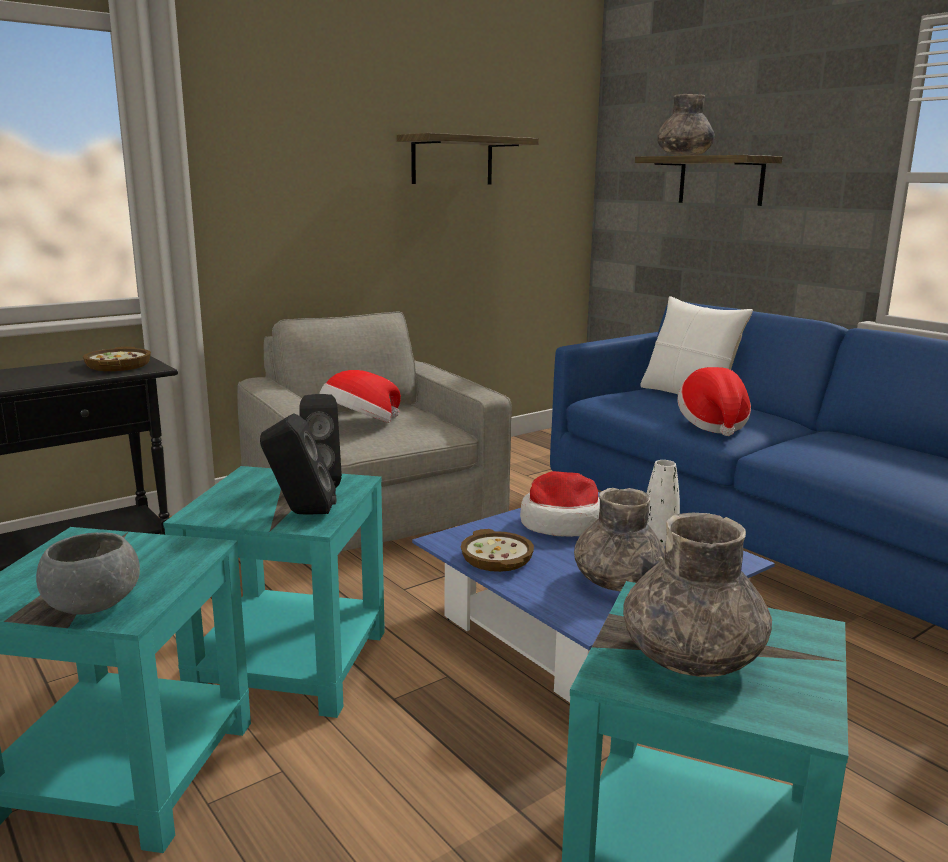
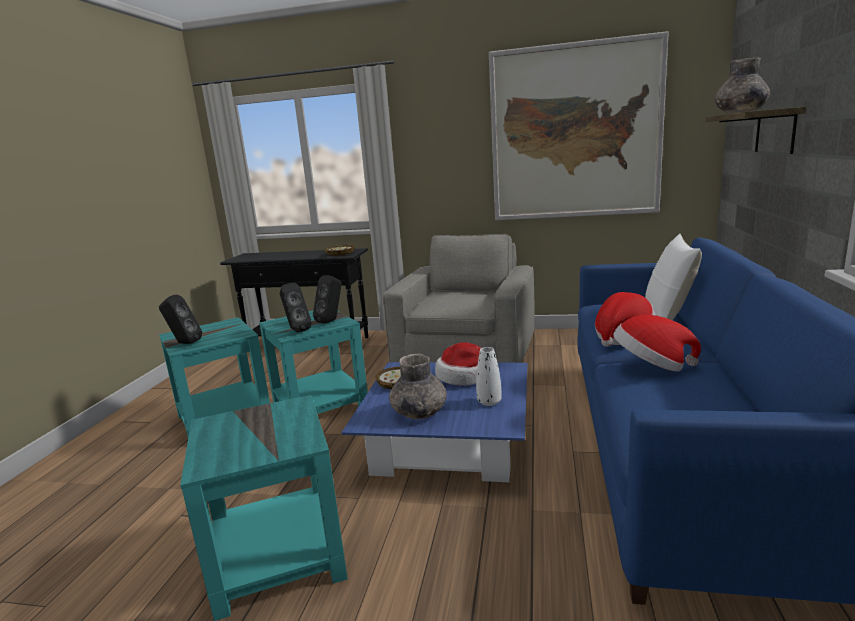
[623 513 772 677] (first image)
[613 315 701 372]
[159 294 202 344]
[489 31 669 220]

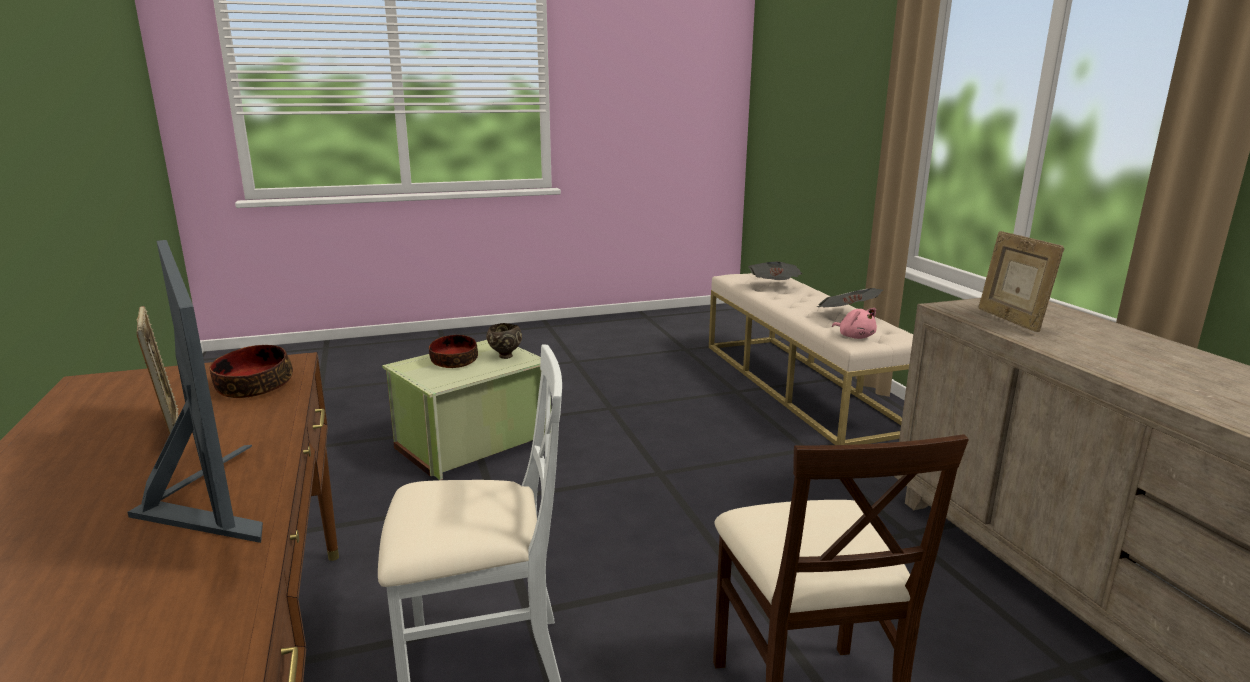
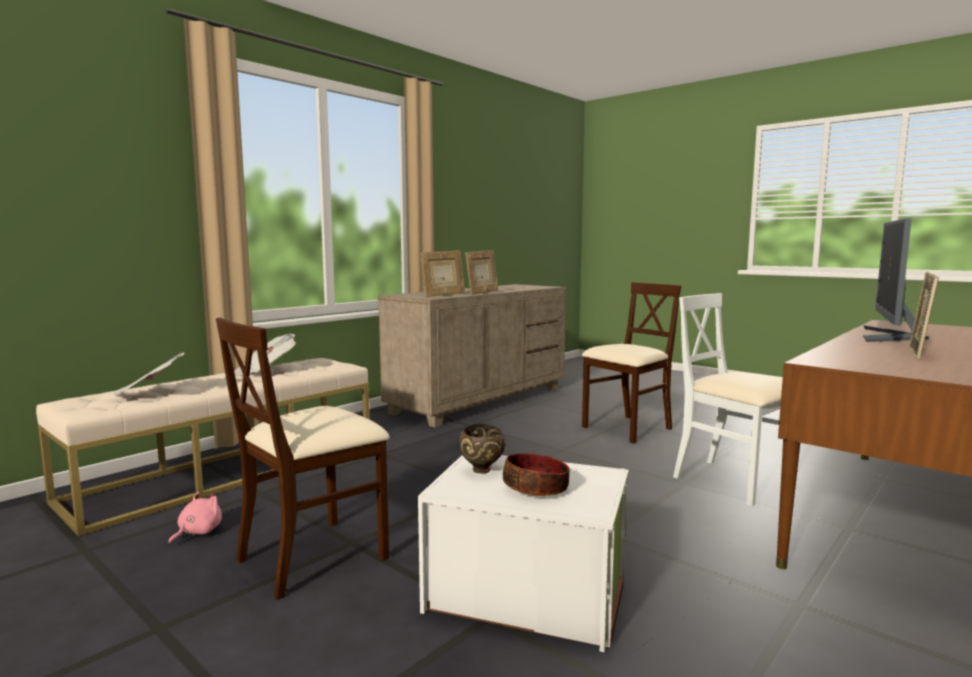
[209 345 293 398] (first image)
[216 318 390 600]
[465 250 498 295]
[168 492 222 545]
[418 455 629 652]

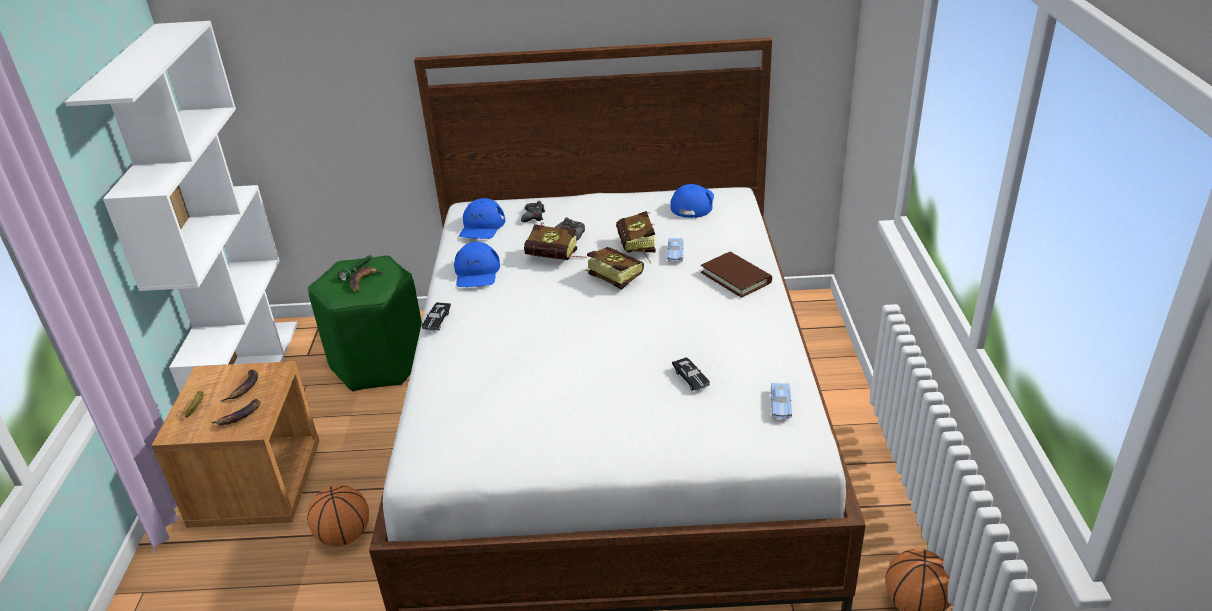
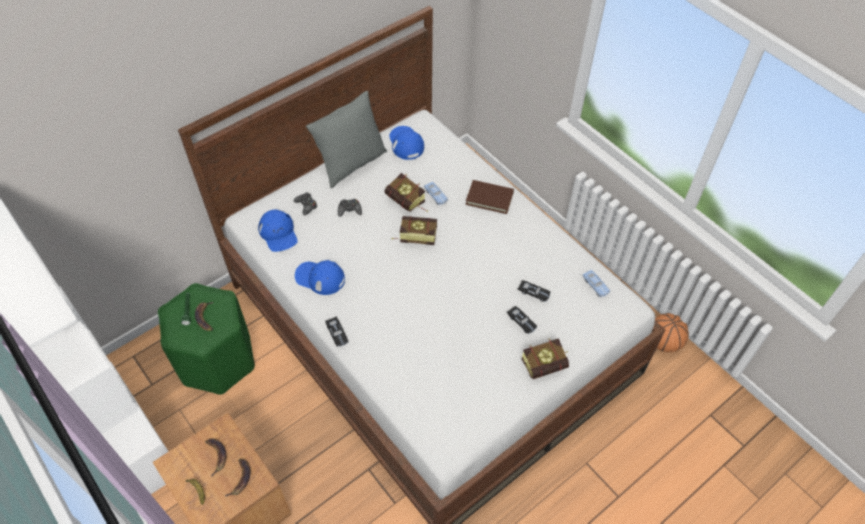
[307 485 369 546] (first image)
[306 91 387 189]
[507 306 537 334]
[521 338 569 379]
[295 260 345 295]

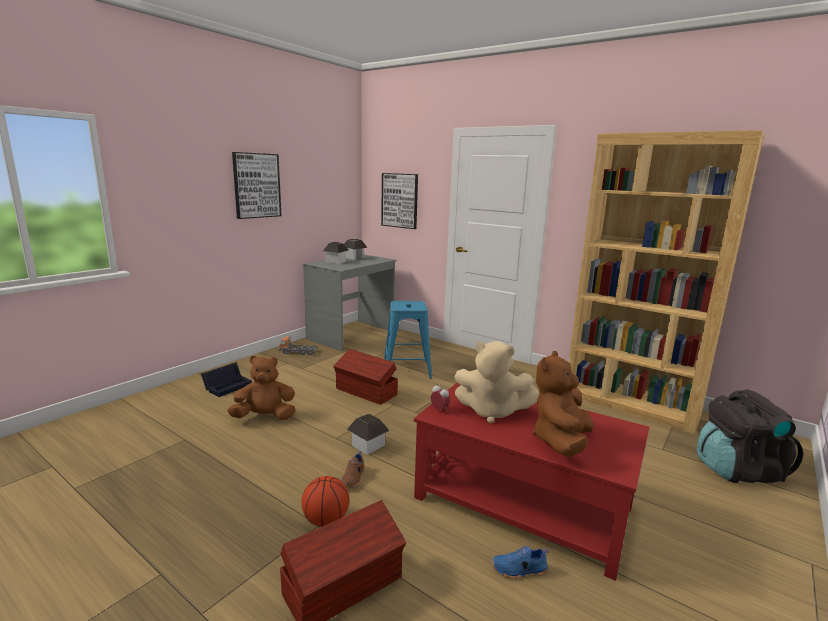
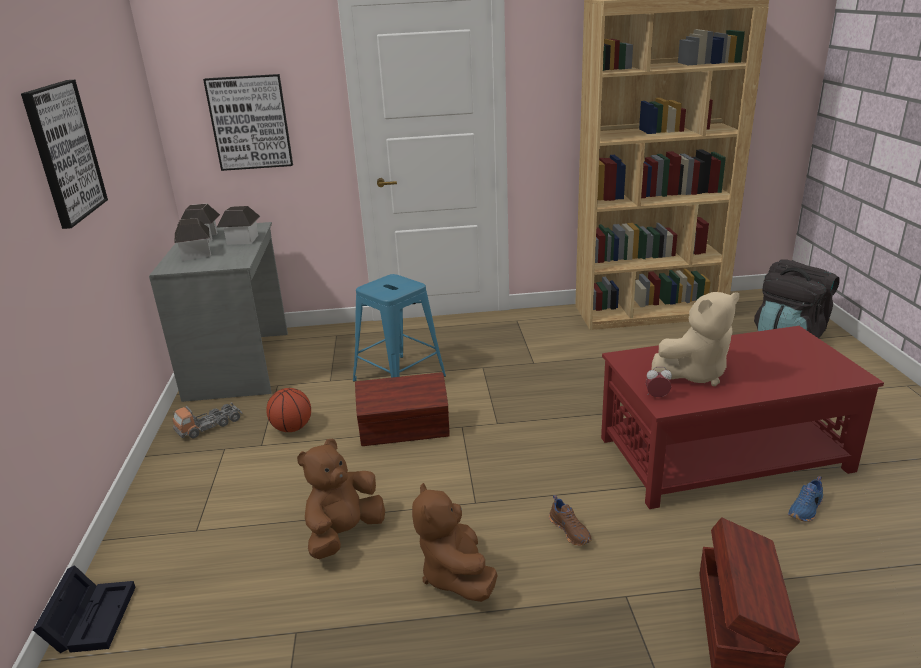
[33 565 136 653]
[266 388 311 432]
[217 206 261 245]
[412 483 498 602]

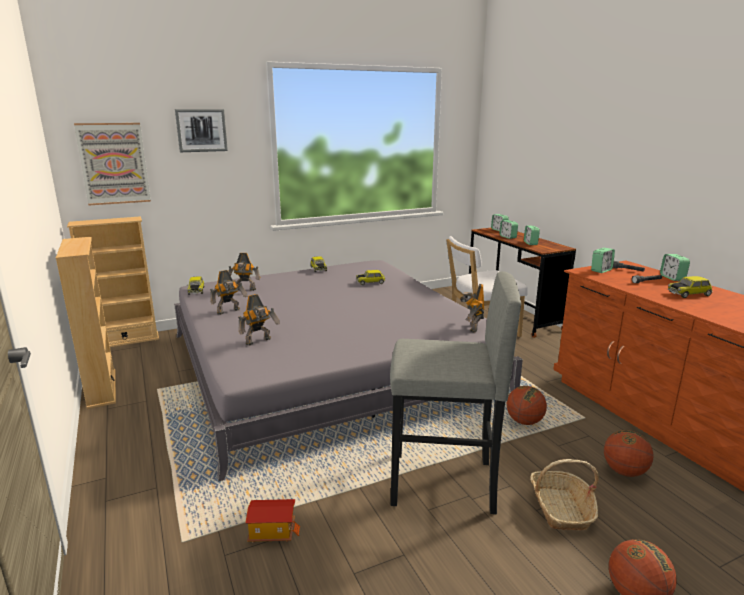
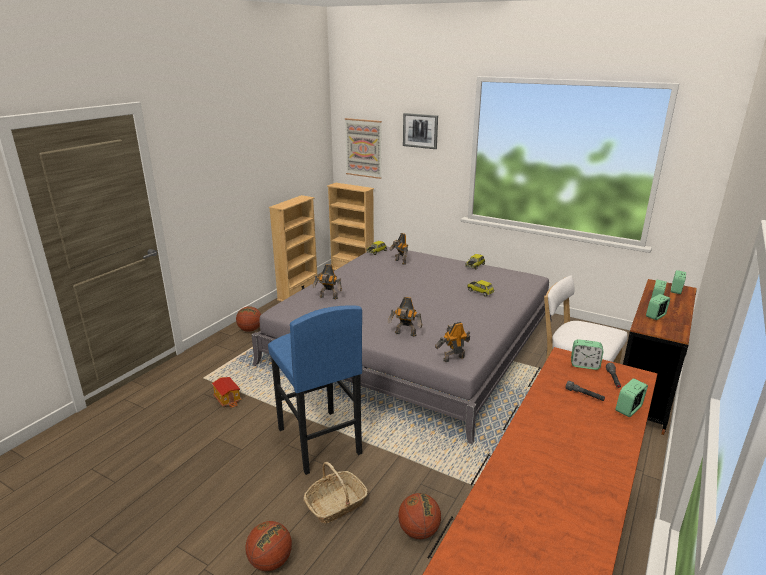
[668 276 713 298] (first image)
[388 297 422 337]
[236 306 261 332]
[268 305 362 475]

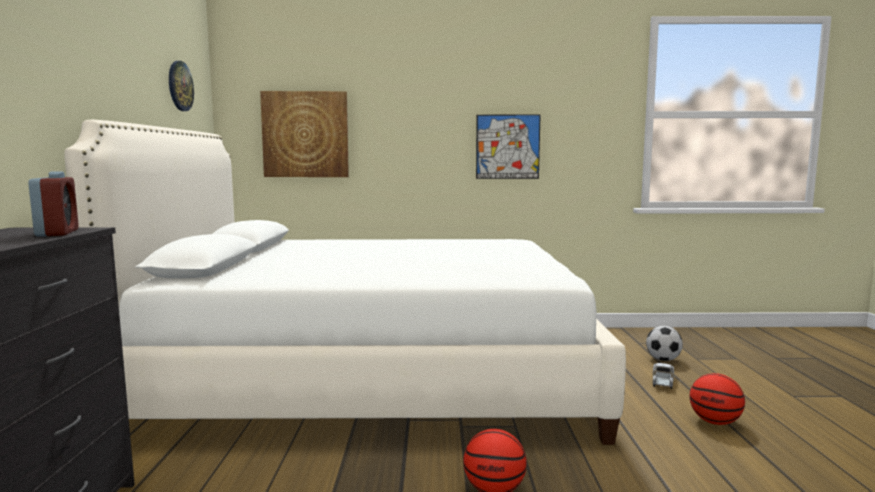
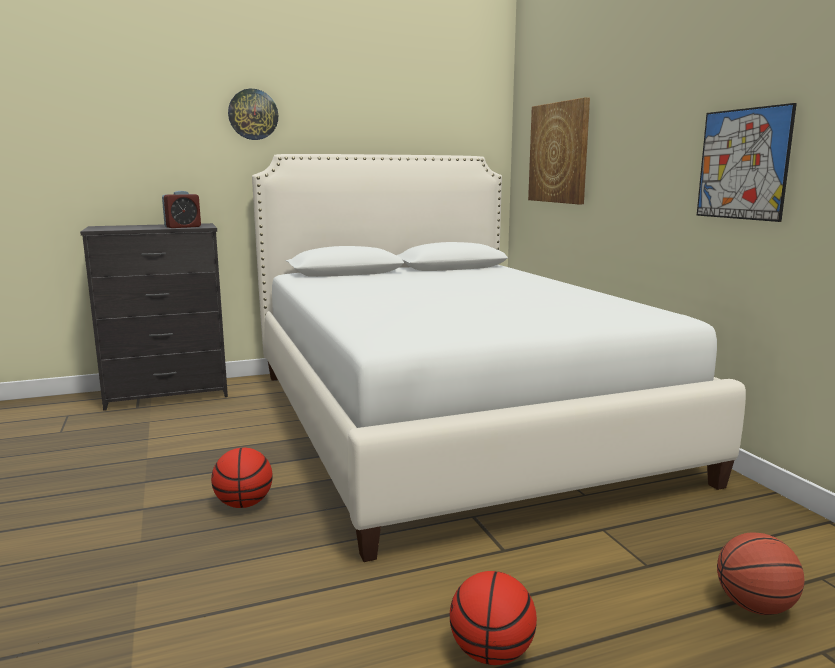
[653 363 674 389] (first image)
[228 89 278 140]
[717 532 804 615]

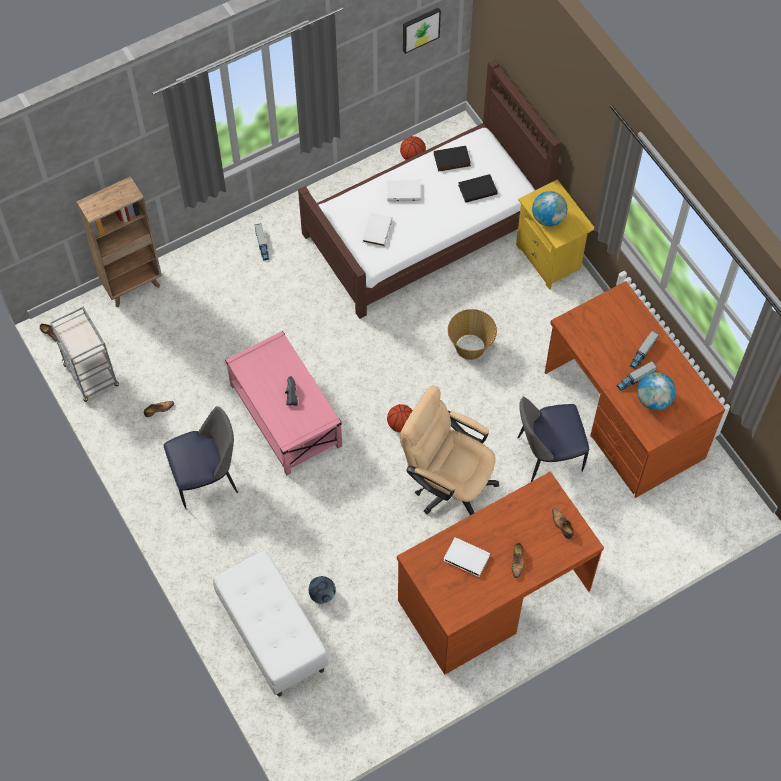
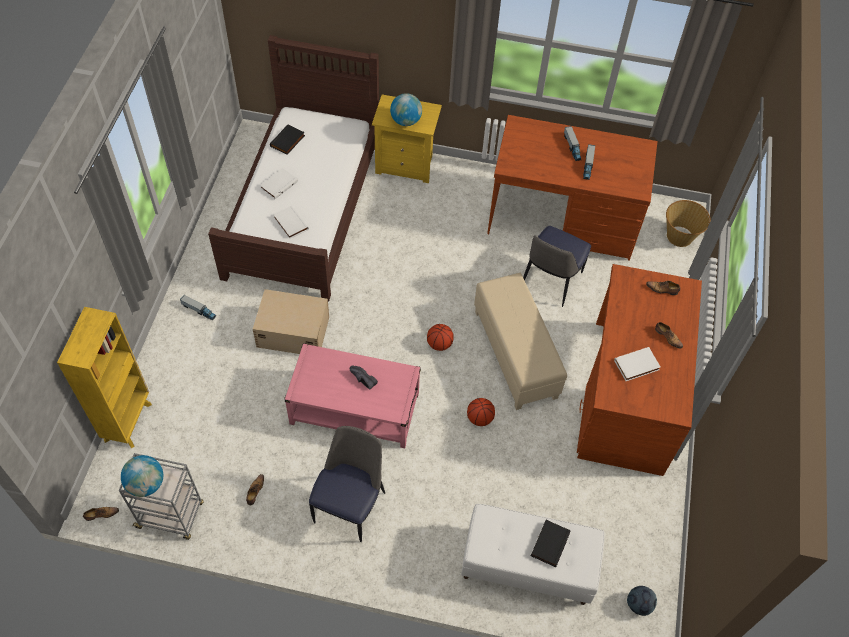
[403 7 441 54] (first image)
[253 289 329 354]
[627 586 657 616]
[467 398 495 426]
[666 200 711 247]
[531 520 571 567]
[121 455 163 497]
[474 273 567 410]
[57 307 152 448]

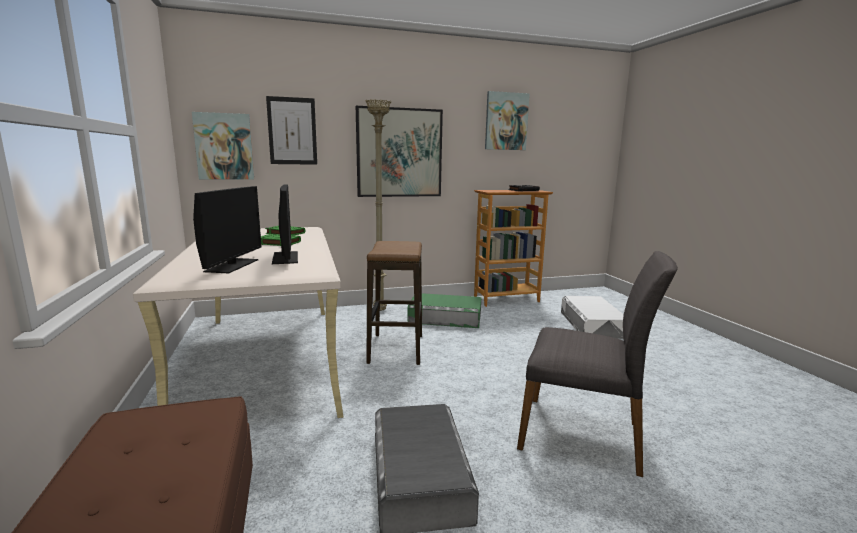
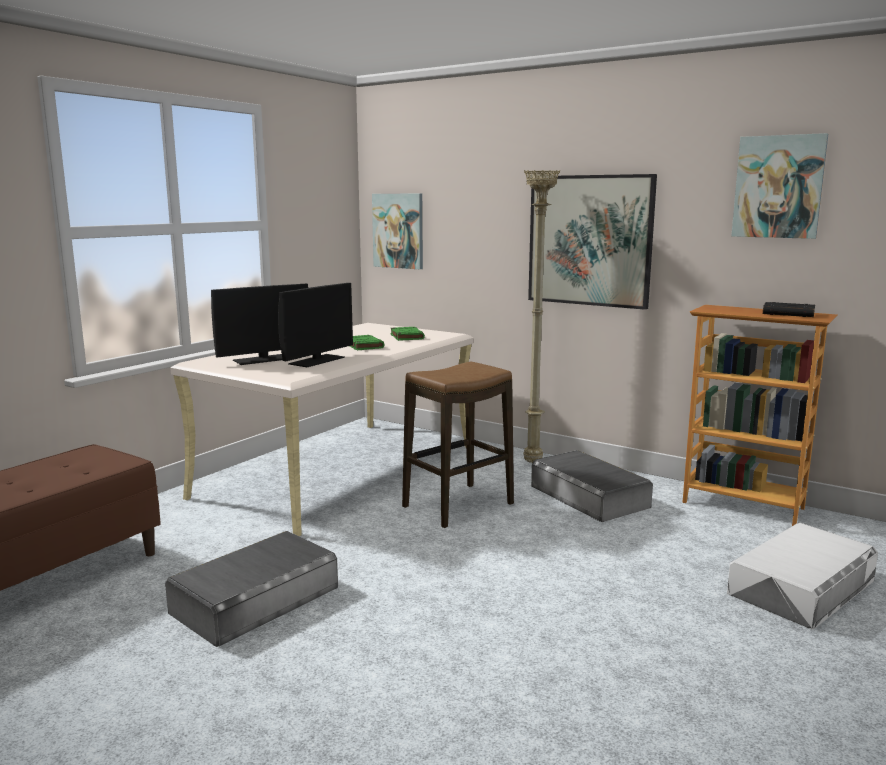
[266 96 317 165] (first image)
[517 251 678 477] (first image)
[531 450 653 522]

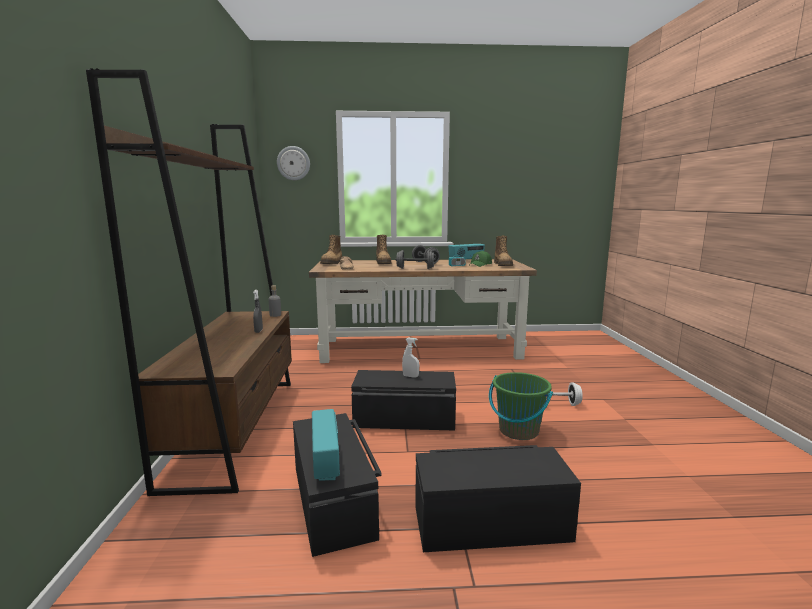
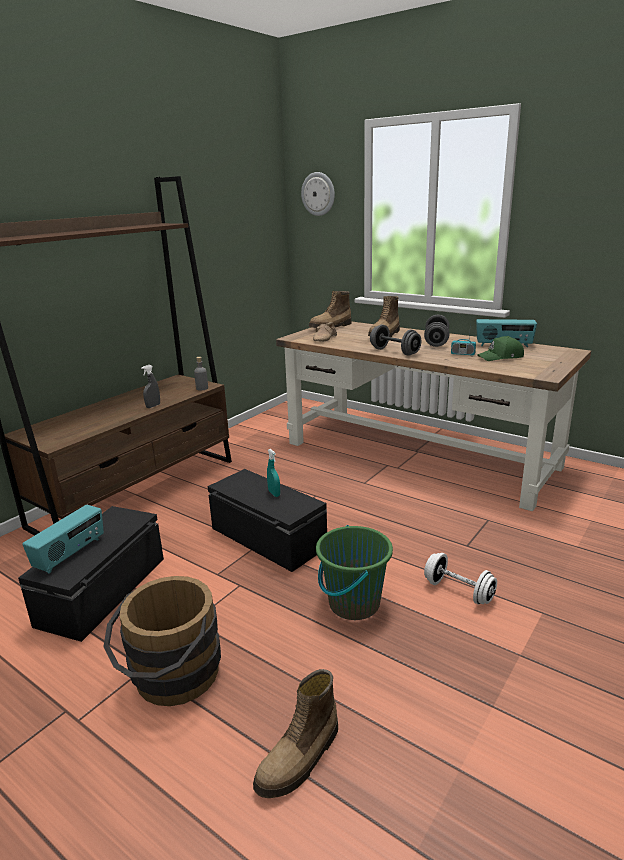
[253 669 338 798]
[103 576 221 706]
[267 449 280 497]

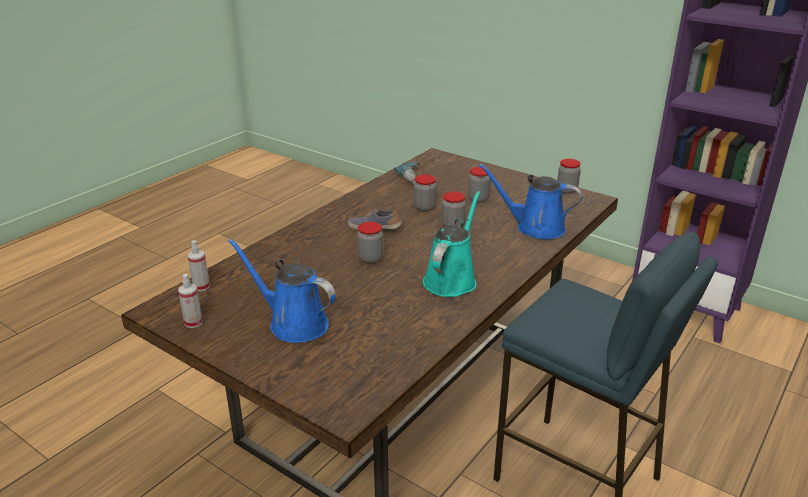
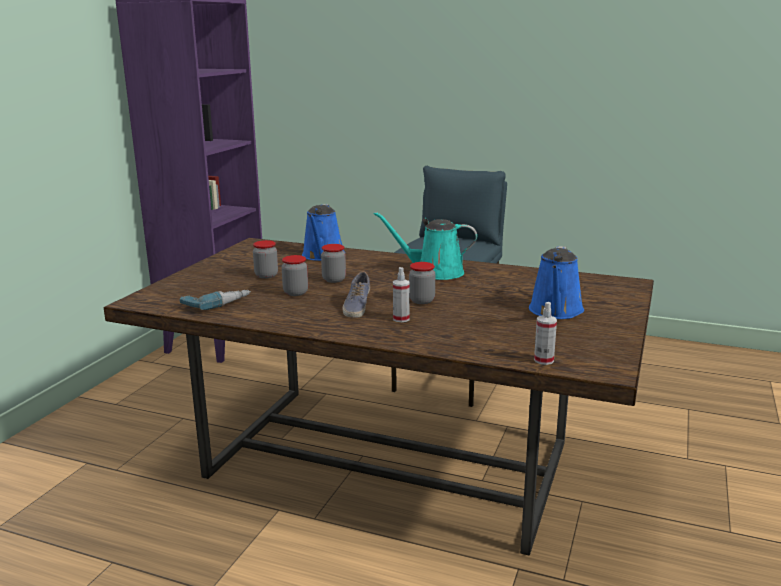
[557 159 581 194] (first image)
[393 267 410 322]

